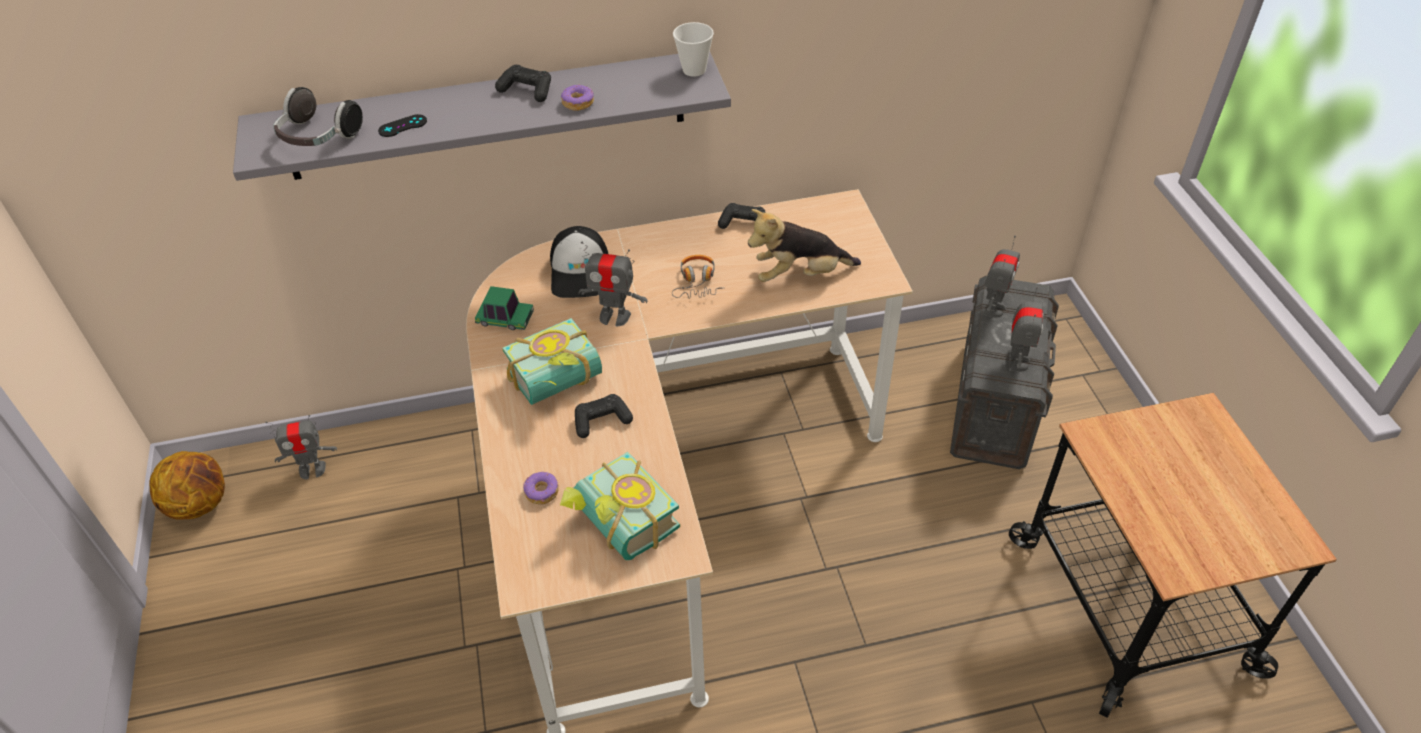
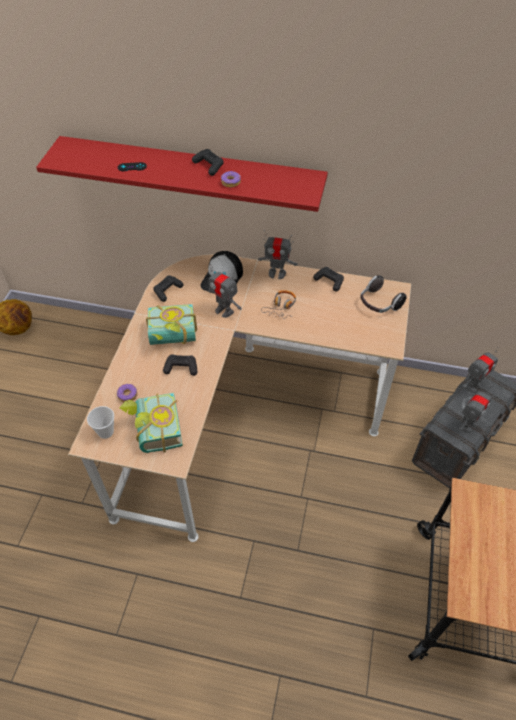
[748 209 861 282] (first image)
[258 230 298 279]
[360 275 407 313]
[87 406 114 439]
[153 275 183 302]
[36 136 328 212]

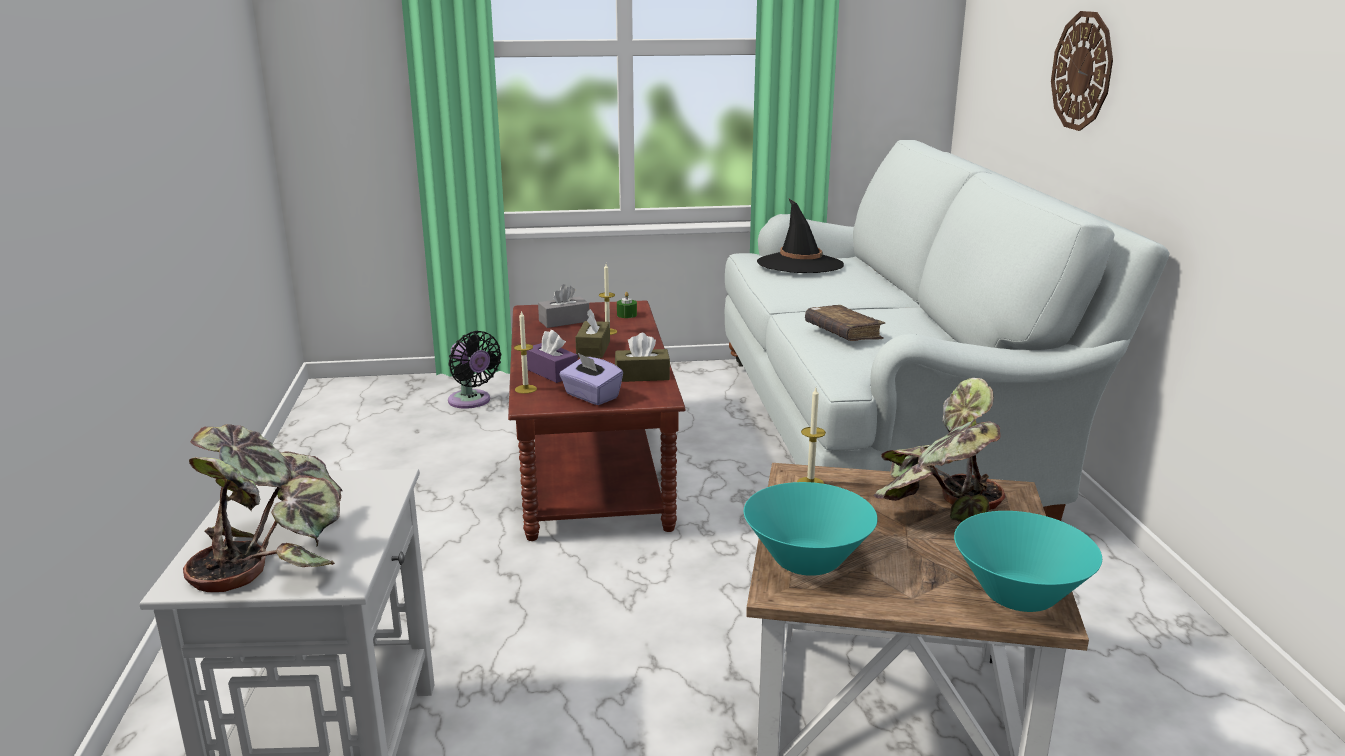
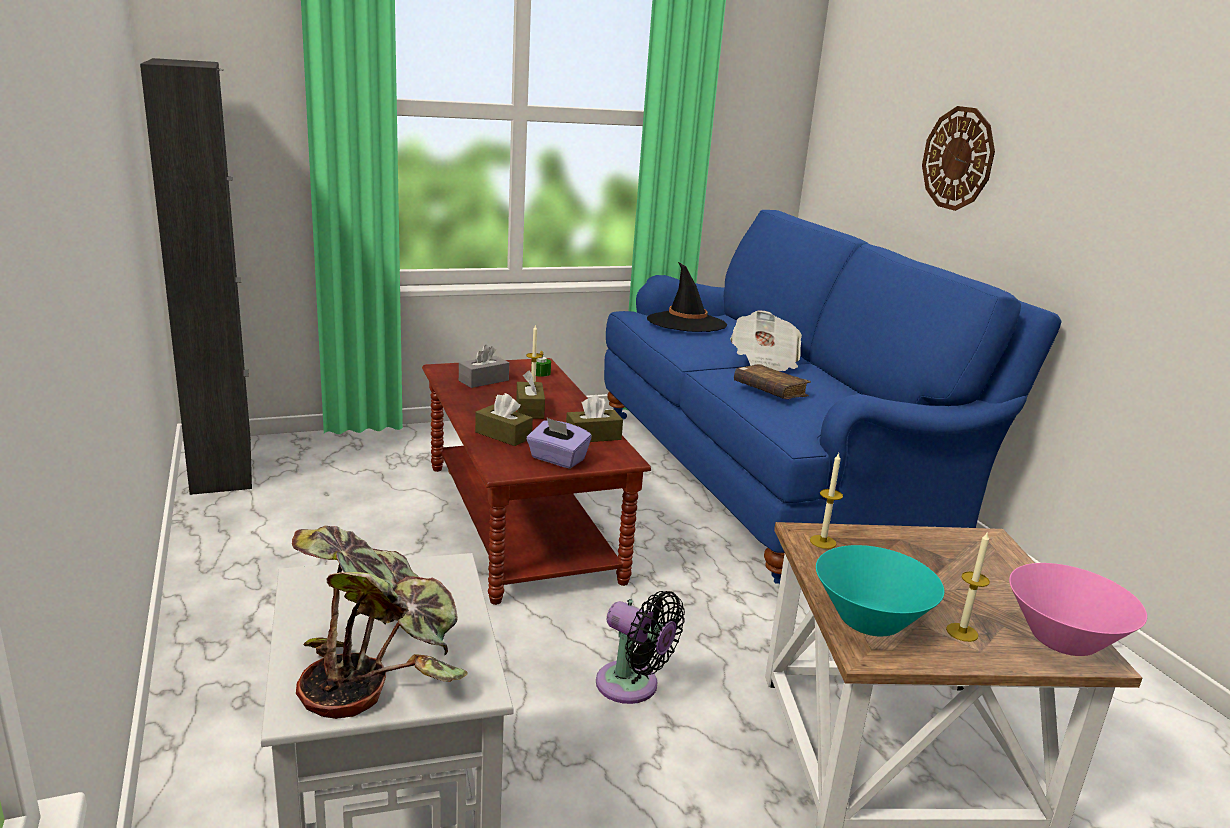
[873 378 1005 522] (first image)
[140 58 252 495]
[730 310 802 371]
[596 591 685 704]
[946 531 990 642]
[475 393 533 446]
[604 210 1062 584]
[1009 563 1147 656]

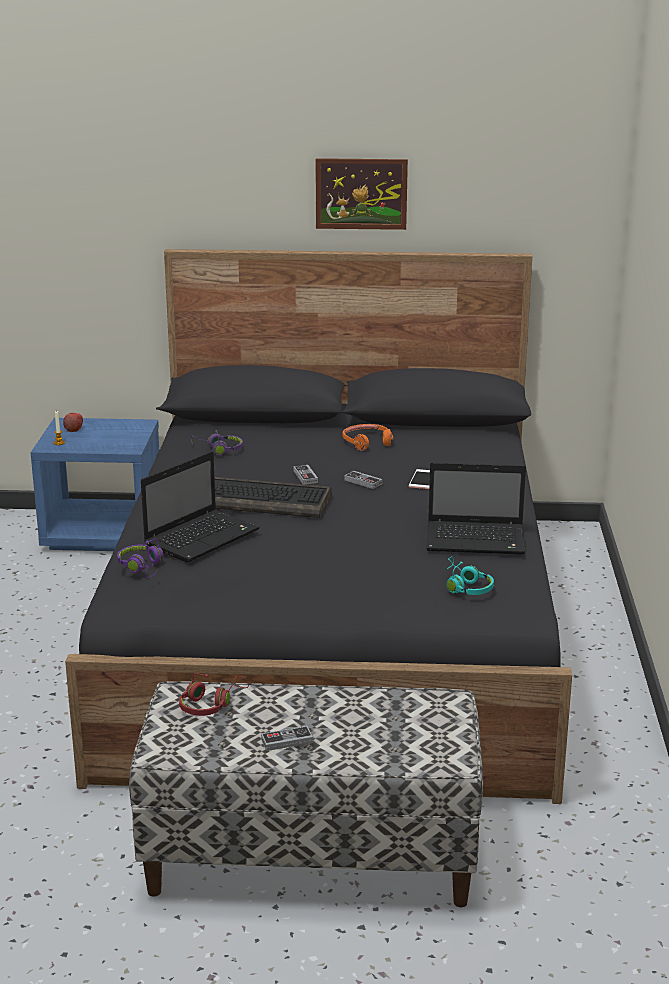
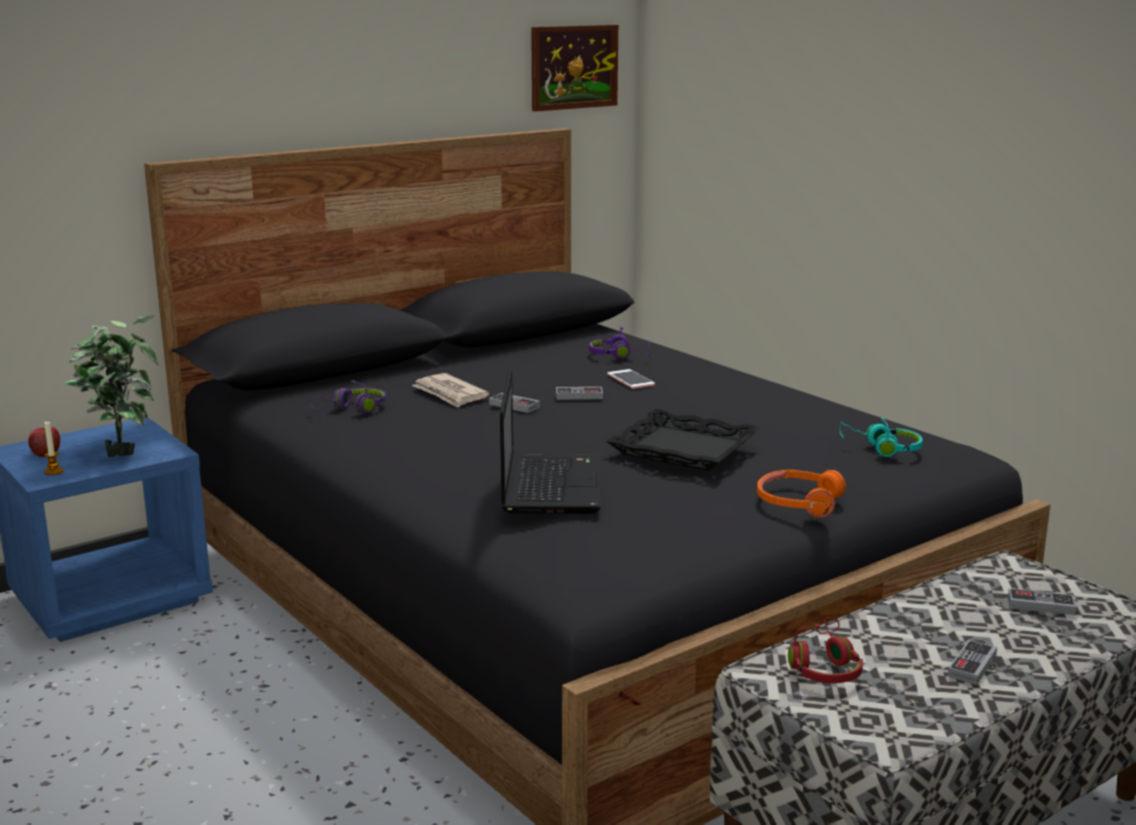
[214 477 332 518] (first image)
[426 462 526 555] (first image)
[65 315 158 457]
[412 373 489 408]
[606 409 760 471]
[1008 588 1076 615]
[589 326 650 359]
[531 25 618 112]
[757 470 846 518]

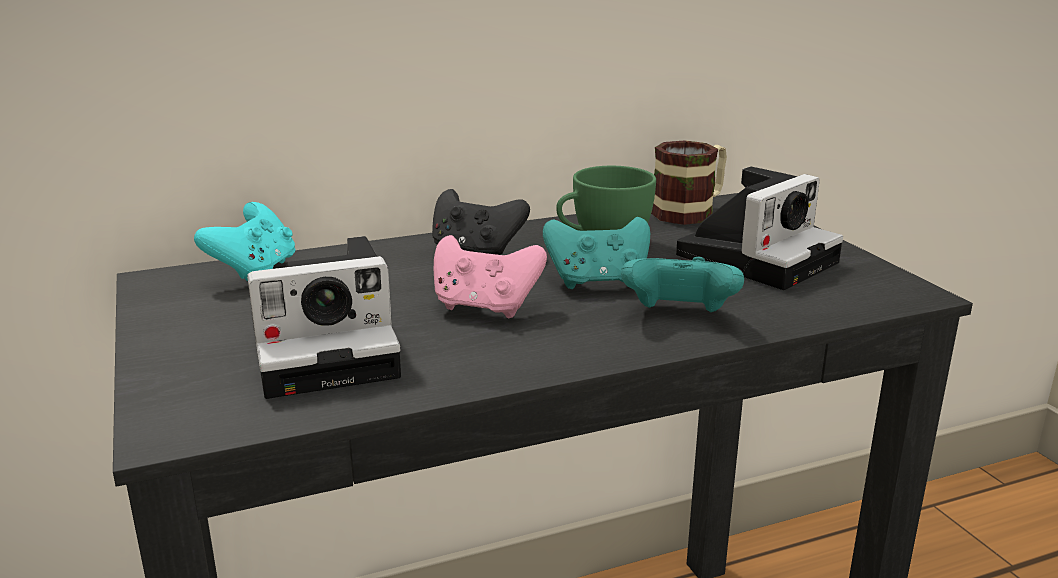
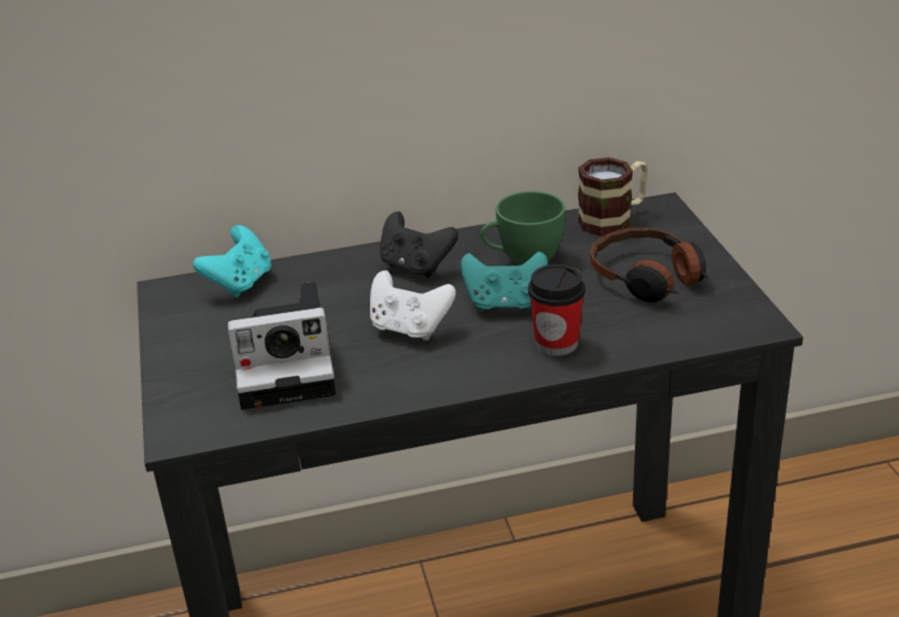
[528 264 585 356]
[591 227 709 303]
[370 270 456 341]

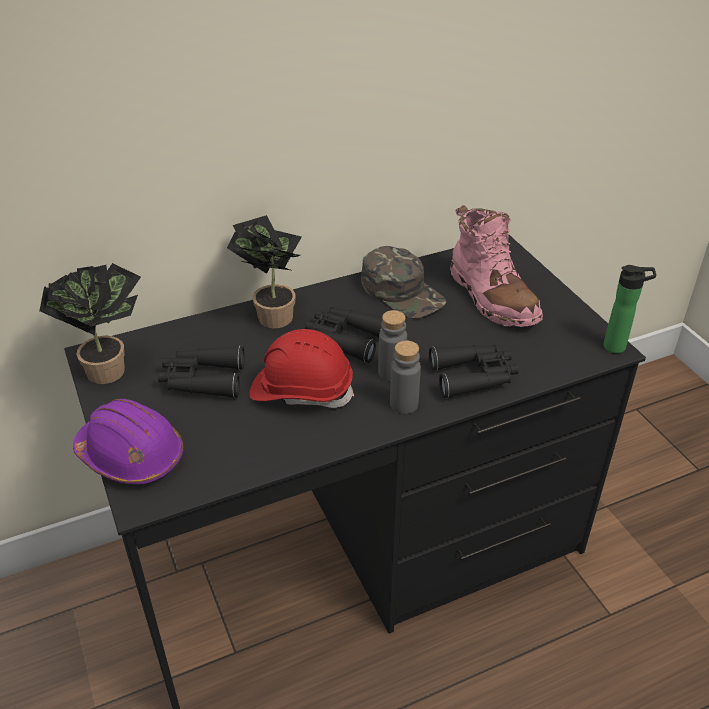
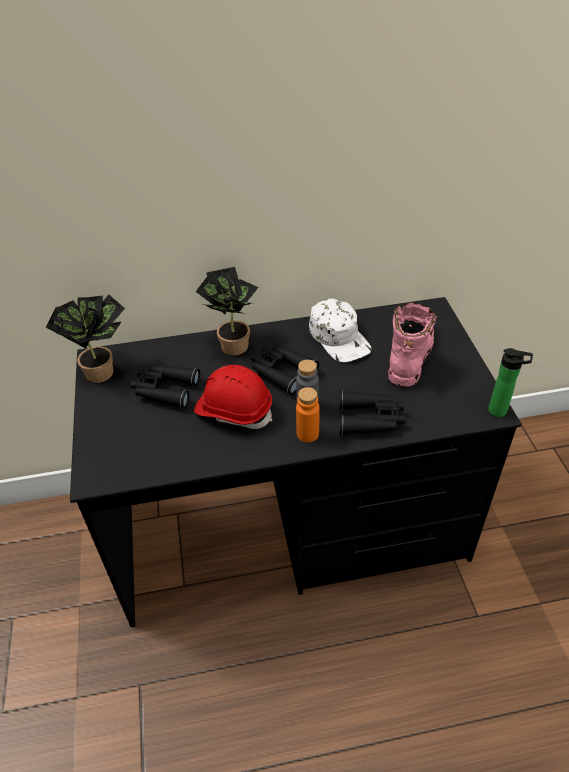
[73 399 184 484] (first image)
[309 299 372 362]
[296 387 320 443]
[388 303 437 387]

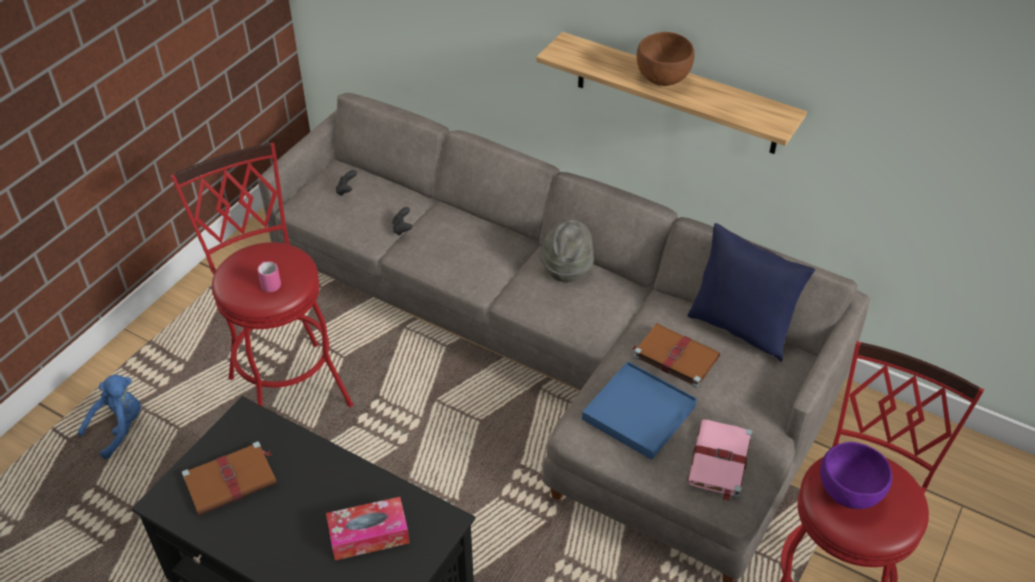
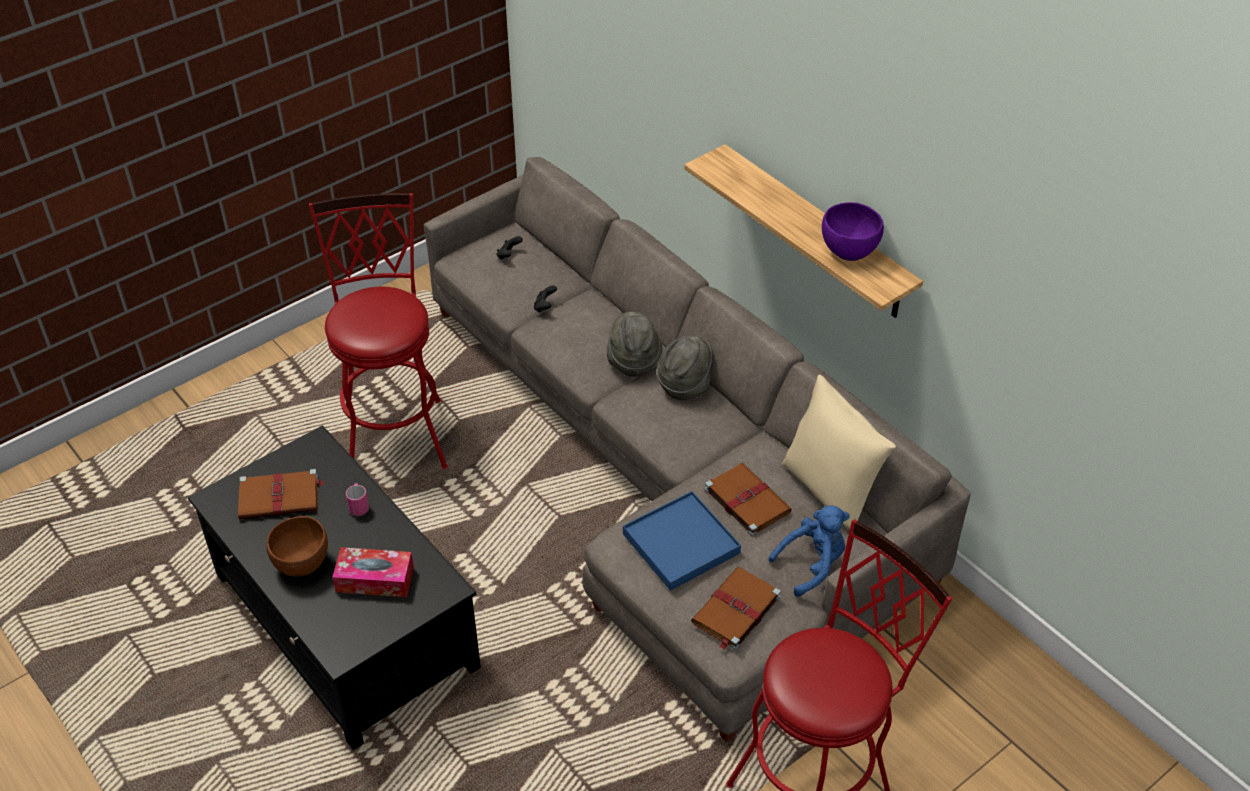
[607 312 663 377]
[768 505 850 597]
[346 483 369 516]
[266 516 328 577]
[822 202 884 261]
[782 375 896 530]
[691 567 781 650]

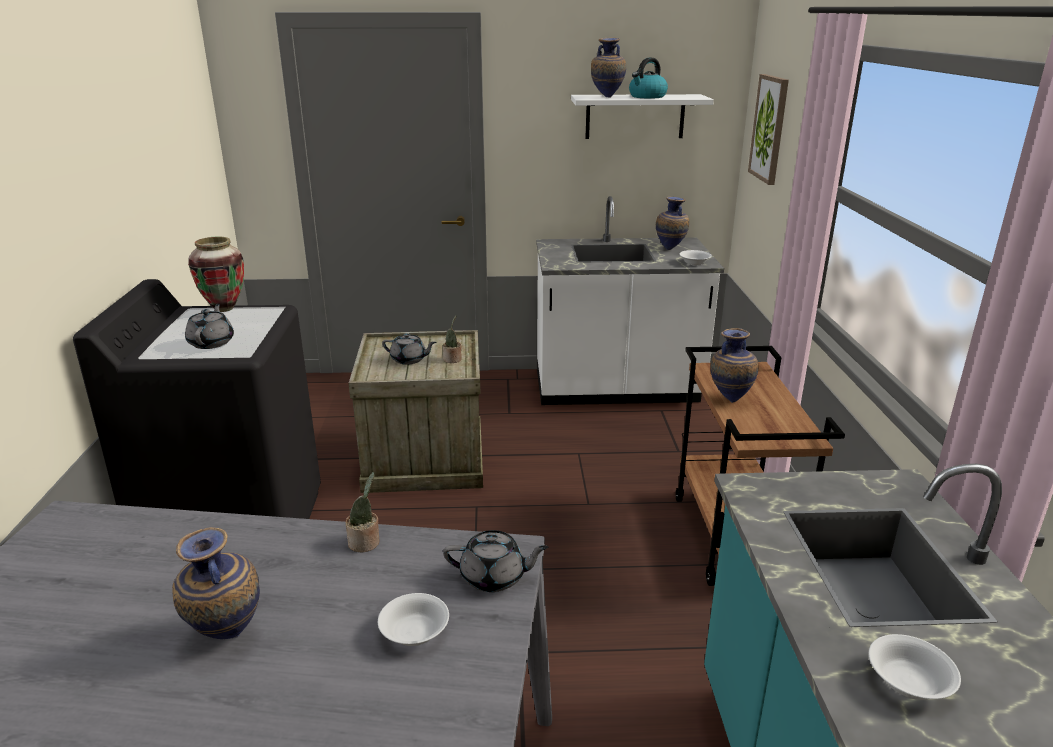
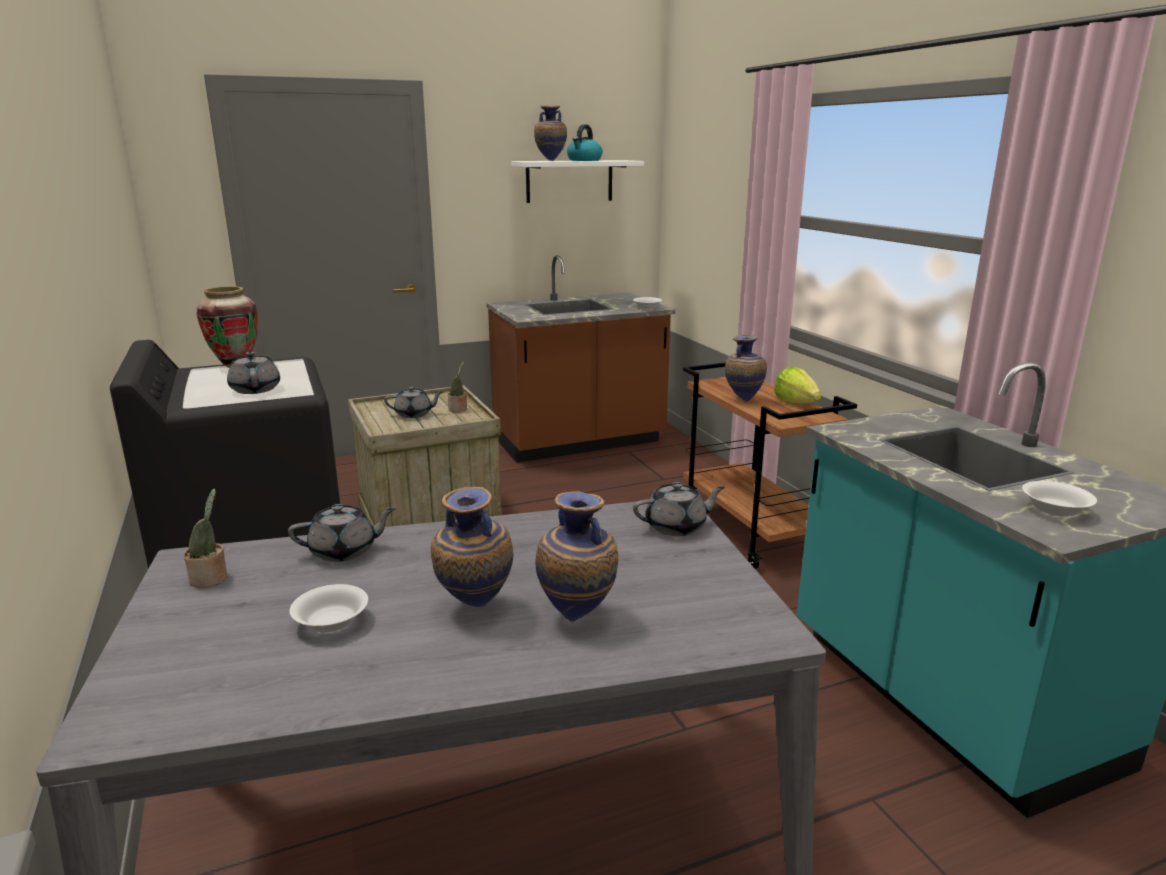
[748 74 789 185] (first image)
[288 504 395 562]
[774 367 821 404]
[184 489 227 588]
[290 584 368 632]
[535 491 618 622]
[486 255 675 463]

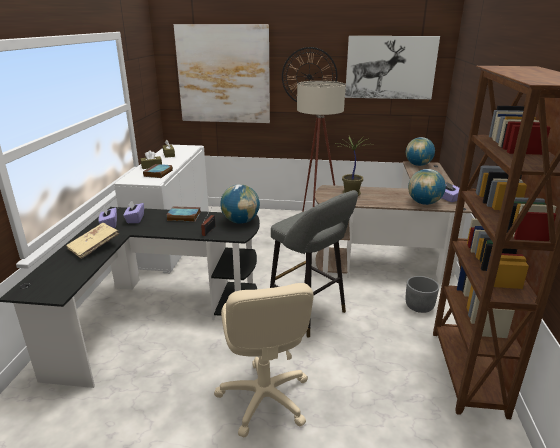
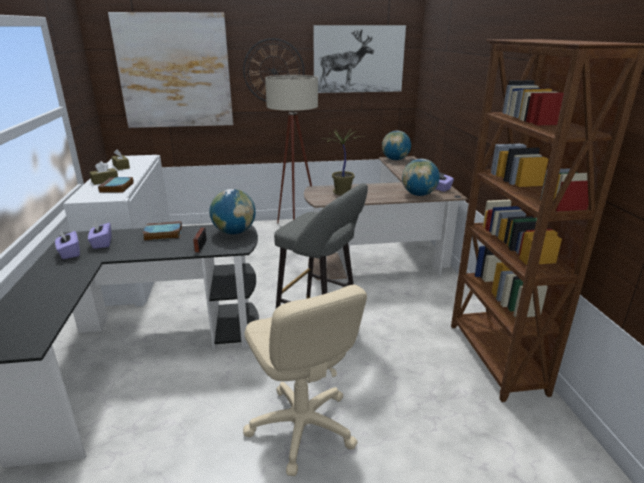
[66 223 119 259] (first image)
[406 276 439 313] (first image)

